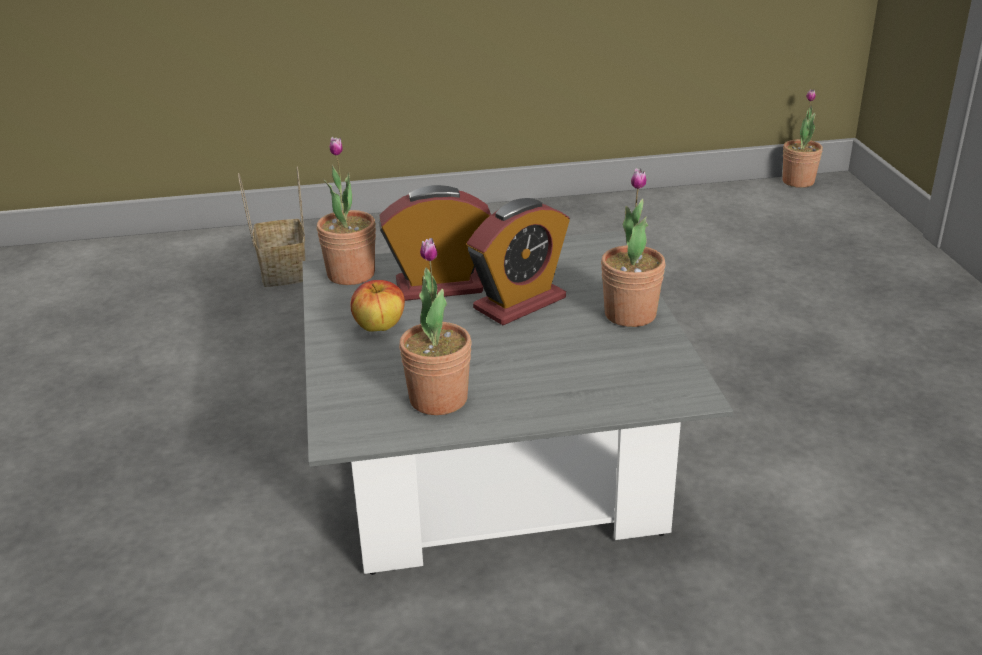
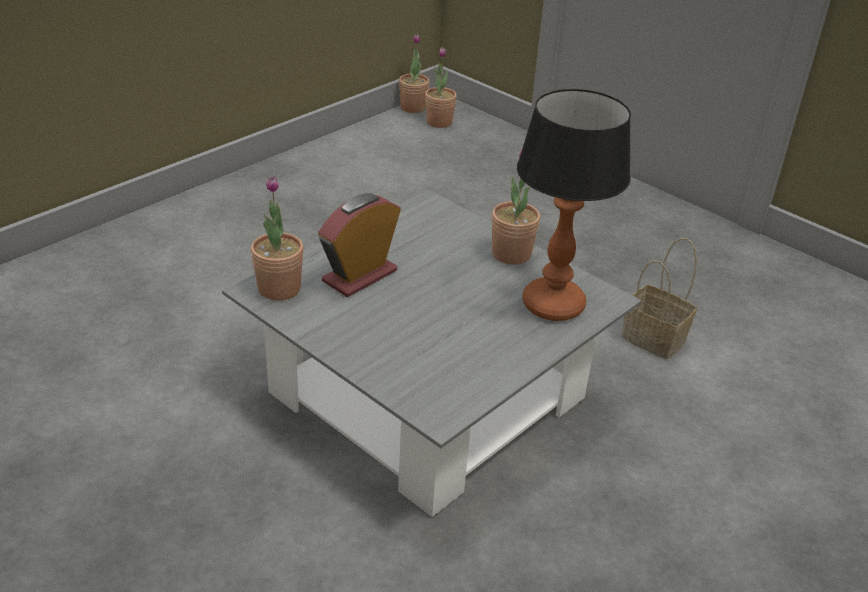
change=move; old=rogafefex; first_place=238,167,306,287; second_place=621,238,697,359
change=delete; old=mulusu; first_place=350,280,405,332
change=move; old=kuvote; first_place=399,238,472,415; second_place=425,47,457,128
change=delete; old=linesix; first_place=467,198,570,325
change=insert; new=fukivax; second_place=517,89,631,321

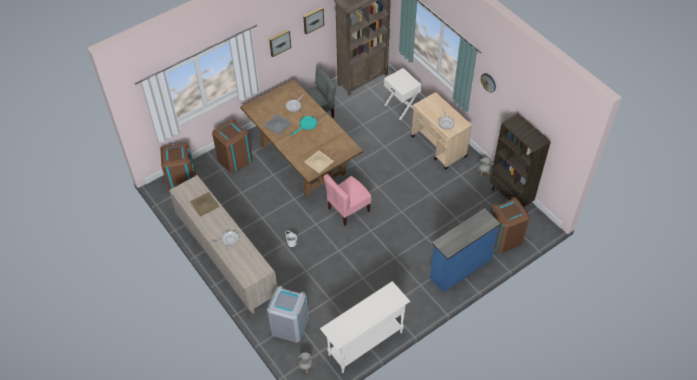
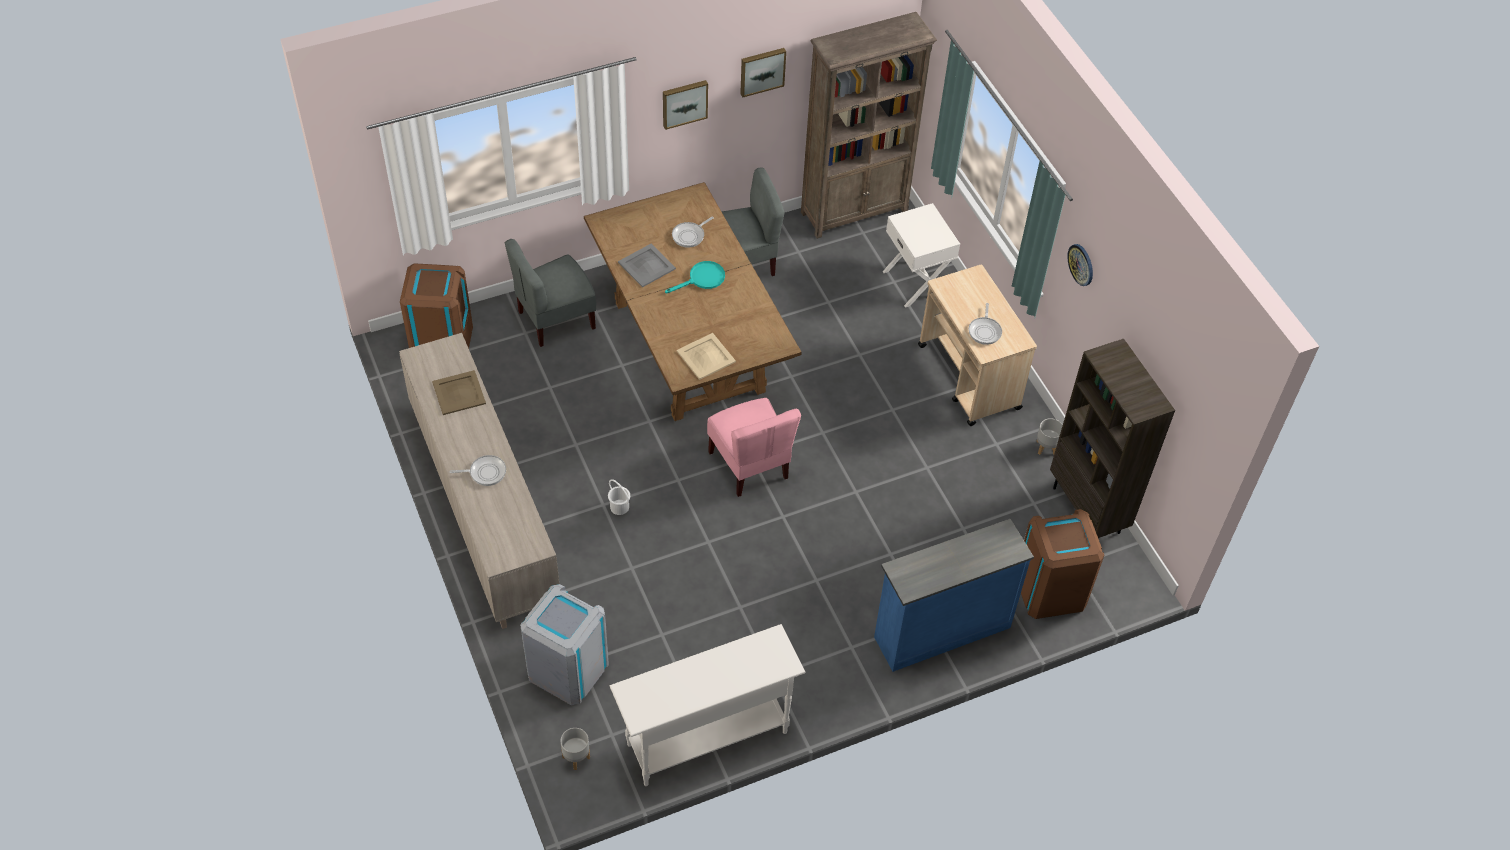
change=replace; old=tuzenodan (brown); new=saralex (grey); first_place=212,119,252,173; second_place=505,239,596,347
change=rotate; old=saralex (pink); first_place=323,174,371,226; second_place=707,398,801,497; degrees=-90

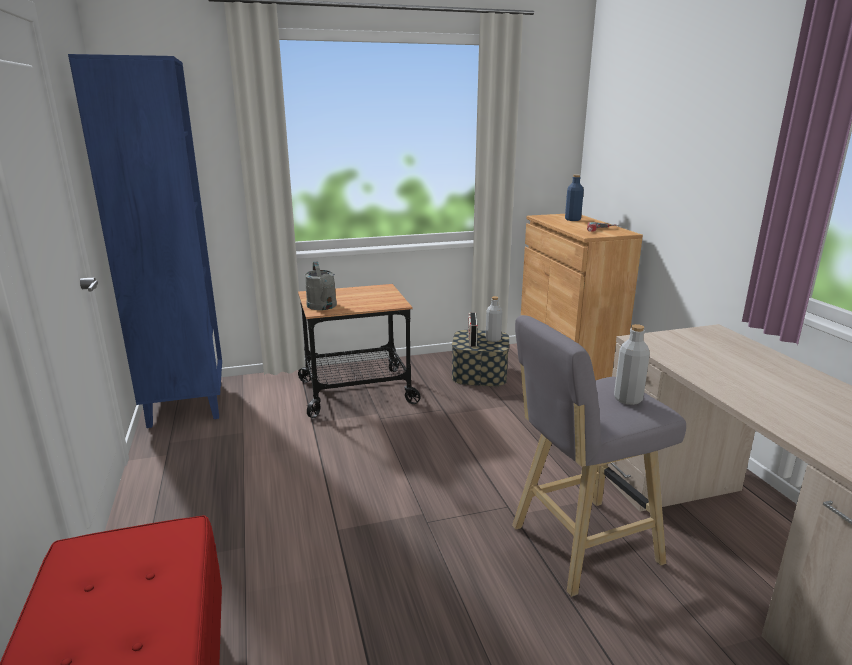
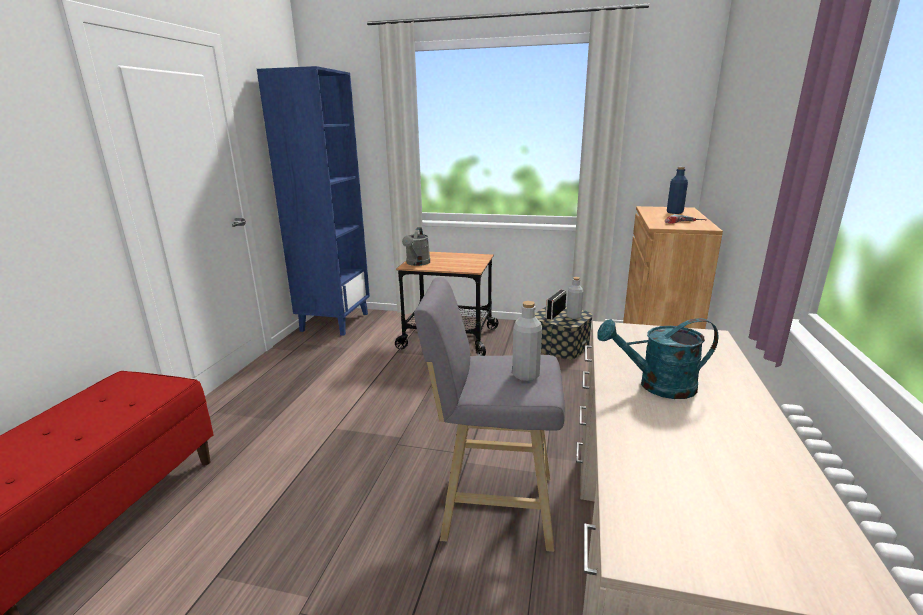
change=insert; new=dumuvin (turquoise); second_place=597,318,718,399

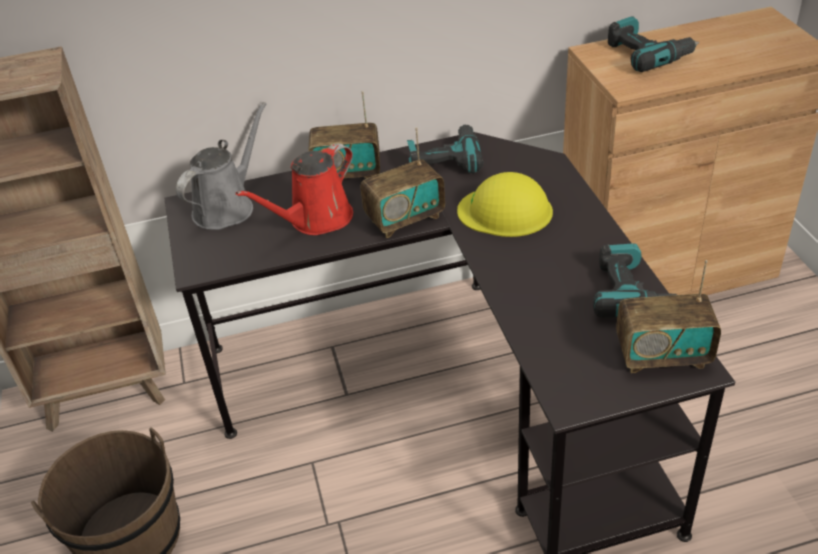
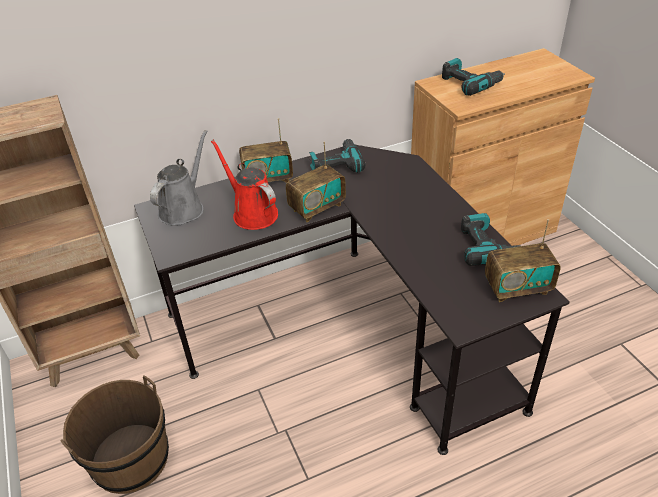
change=rotate; old=dumuvin (red); first_place=236,143,353,235; second_place=211,140,278,230; degrees=105
change=delete; old=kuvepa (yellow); first_place=457,172,553,237

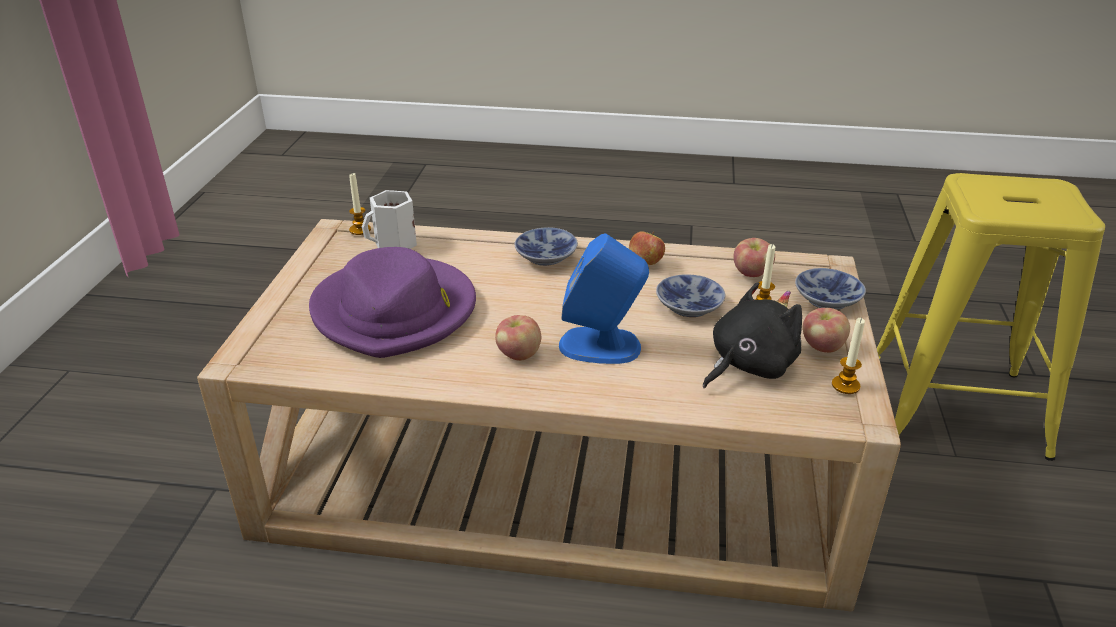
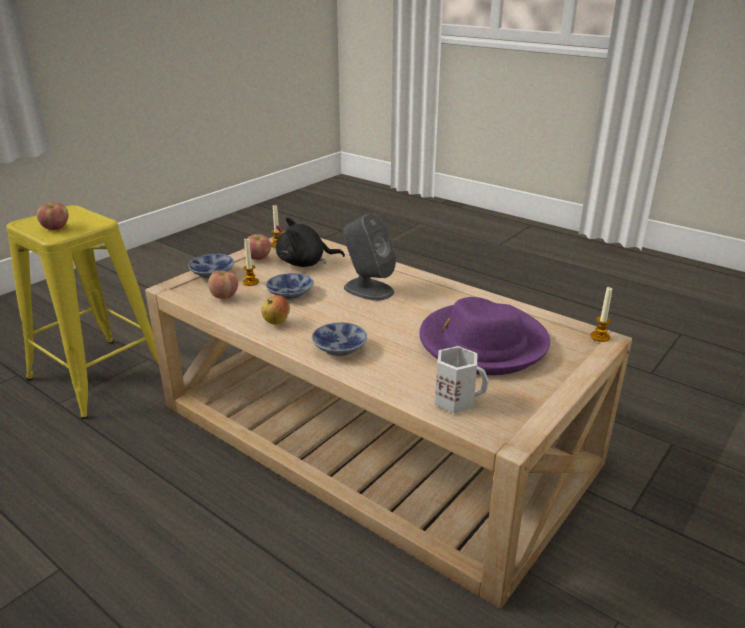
change=move; old=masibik; first_place=349,173,371,235; second_place=590,287,612,342
change=move; old=mulusu; first_place=495,315,541,361; second_place=37,202,68,230
change=recolor; old=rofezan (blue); new=rofezan (grey); first_place=559,233,649,364; second_place=343,213,396,301

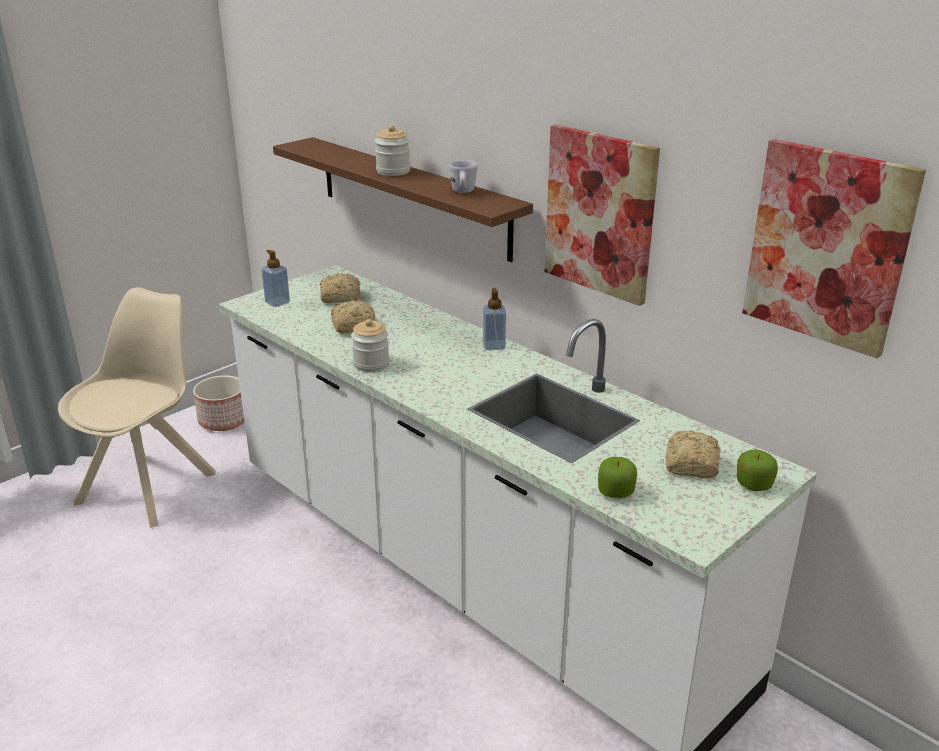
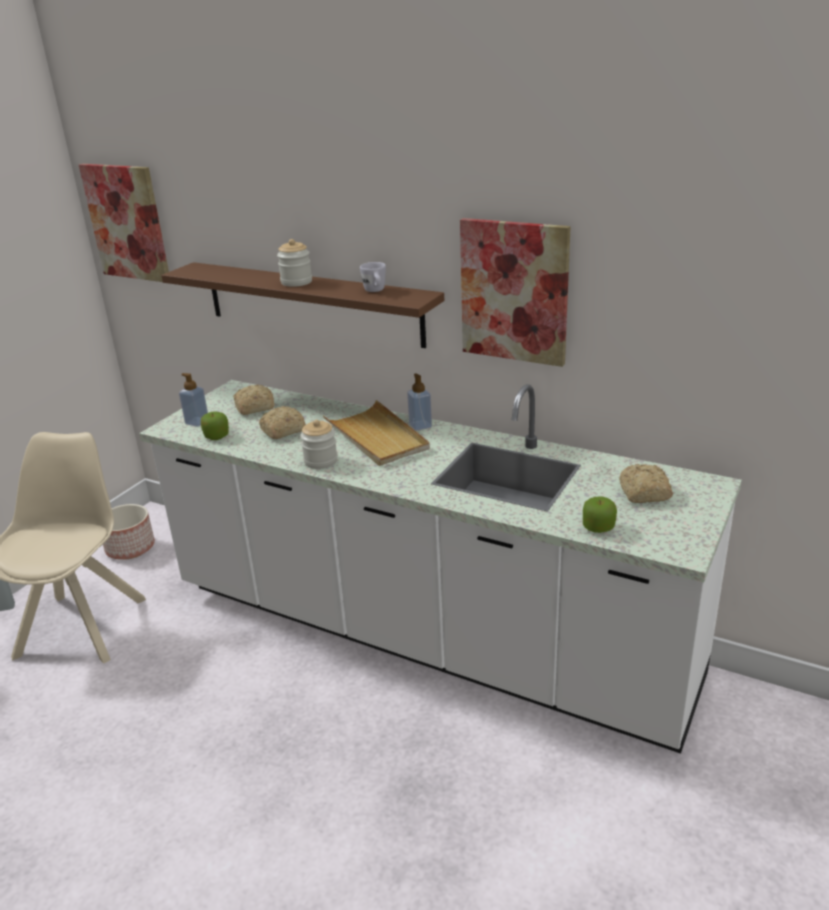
change=move; old=mulusu; first_place=737,449,778,491; second_place=201,412,229,440
change=move; old=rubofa; first_place=742,139,926,359; second_place=79,164,169,282
change=insert; new=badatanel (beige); second_place=323,400,430,466

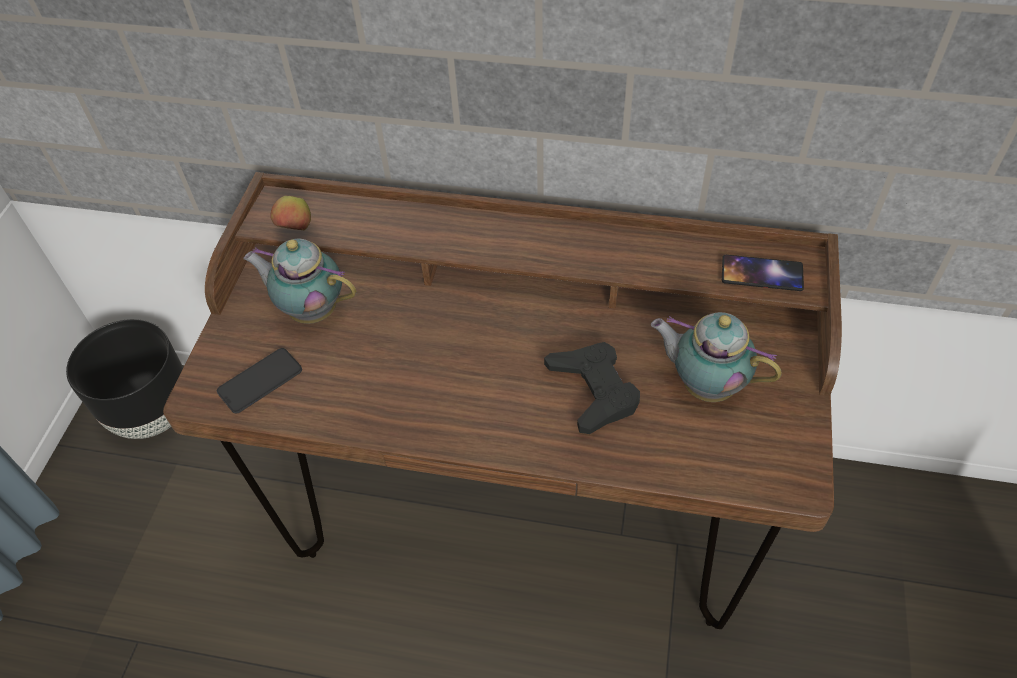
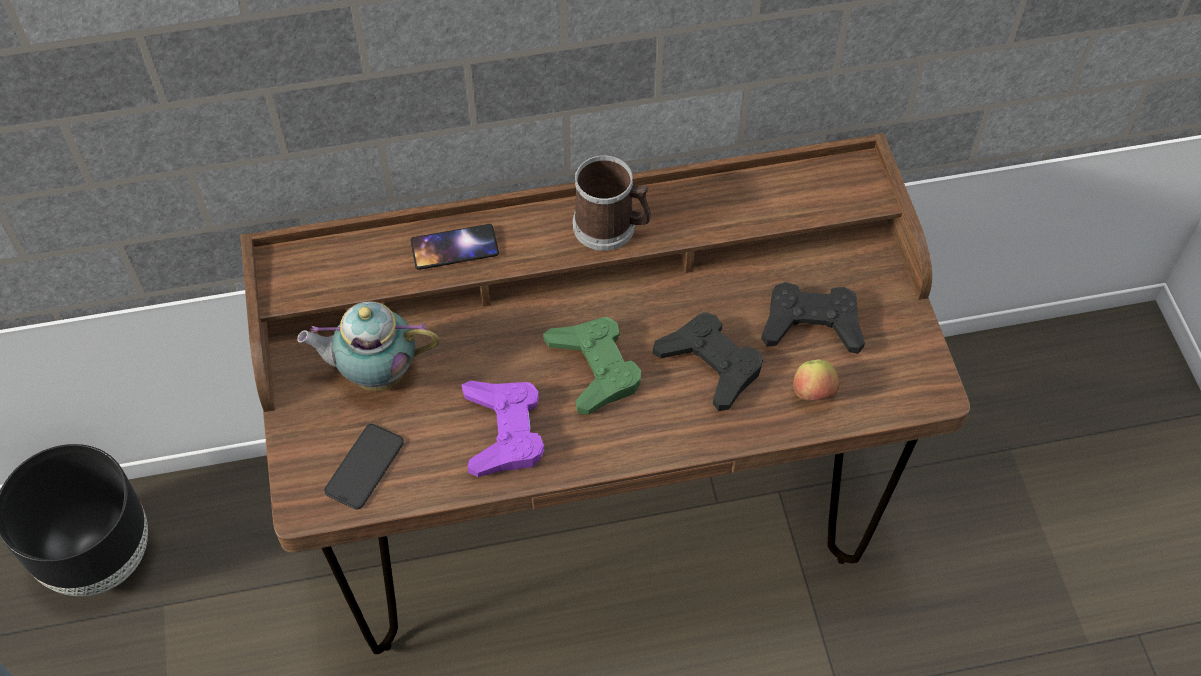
change=move; old=mulusu; first_place=270,196,311,230; second_place=793,359,840,400
change=replace; old=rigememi; new=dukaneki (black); first_place=651,312,782,402; second_place=761,282,865,354
change=move; old=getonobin; first_place=722,255,804,291; second_place=410,224,499,270
change=insert; new=dukaneki (purple); second_place=462,381,544,477
change=insert; new=dukaneki (green); second_place=543,317,641,415
change=insert; new=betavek; second_place=573,155,651,251

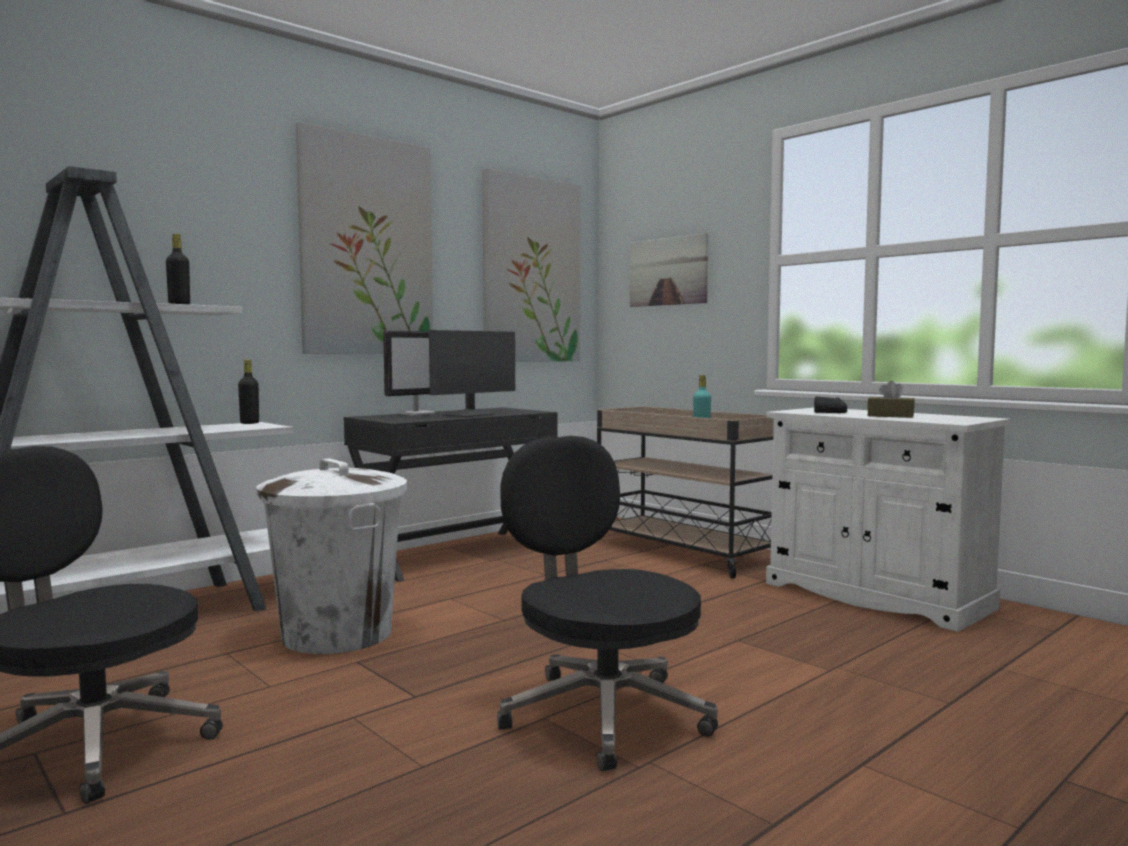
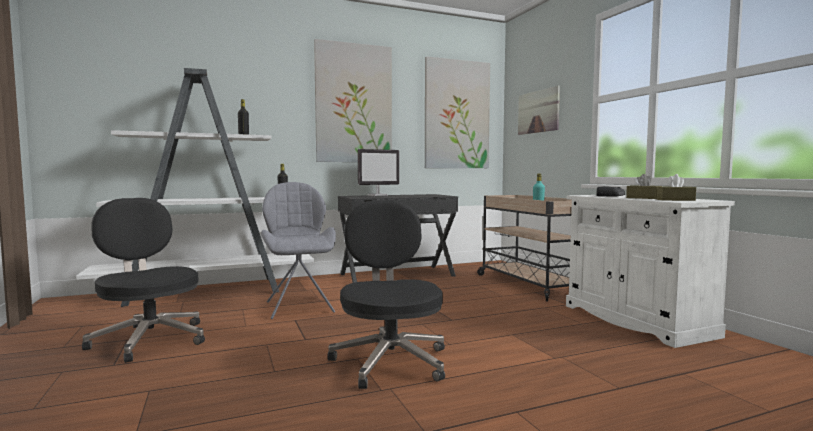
change=replace; old=tuzenodan (white); new=saralex (grey); first_place=256,459,407,654; second_place=261,182,336,319
change=delete; old=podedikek; first_place=429,330,515,417
change=insert; new=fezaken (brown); second_place=657,174,696,201

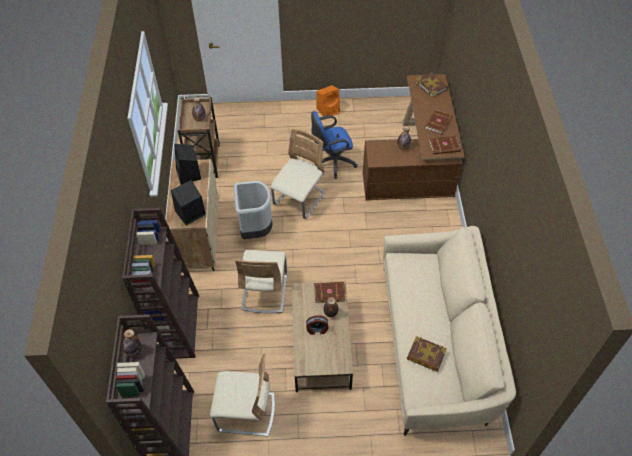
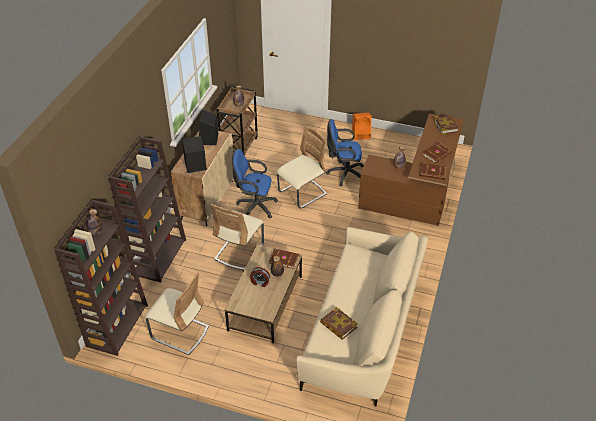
change=replace; old=tuzenodan (grey); new=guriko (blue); first_place=234,181,273,239; second_place=232,149,278,219

